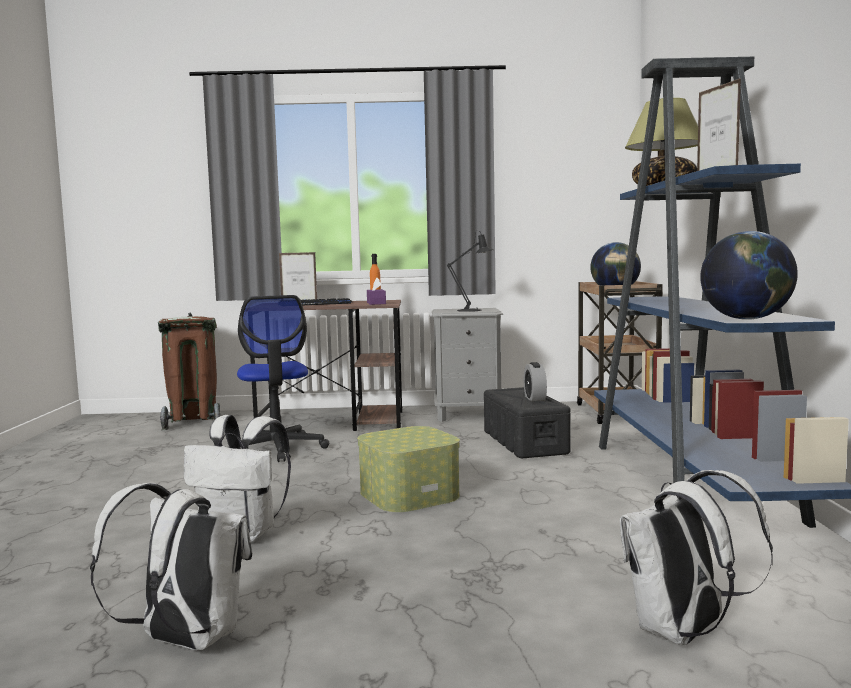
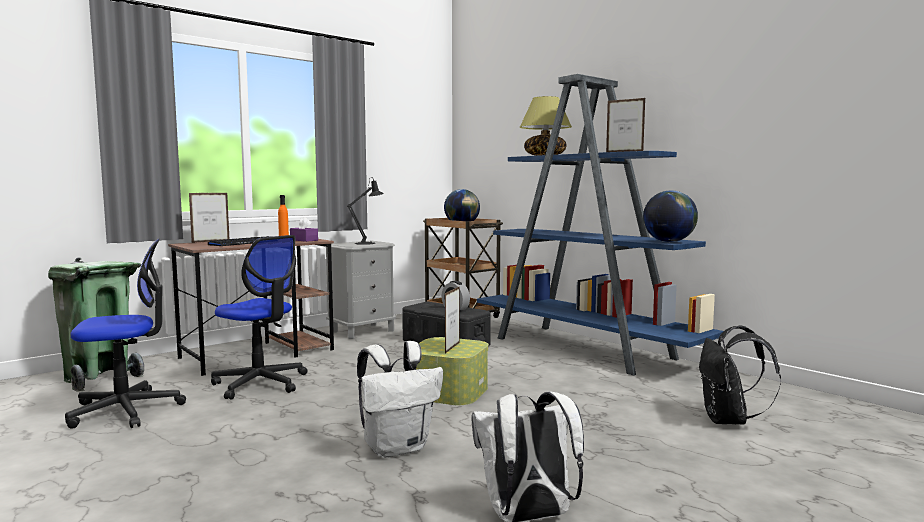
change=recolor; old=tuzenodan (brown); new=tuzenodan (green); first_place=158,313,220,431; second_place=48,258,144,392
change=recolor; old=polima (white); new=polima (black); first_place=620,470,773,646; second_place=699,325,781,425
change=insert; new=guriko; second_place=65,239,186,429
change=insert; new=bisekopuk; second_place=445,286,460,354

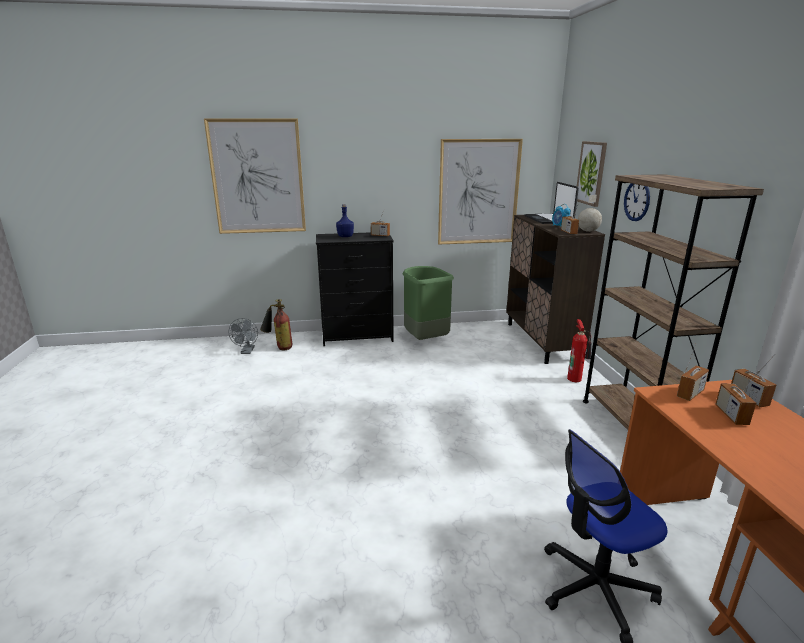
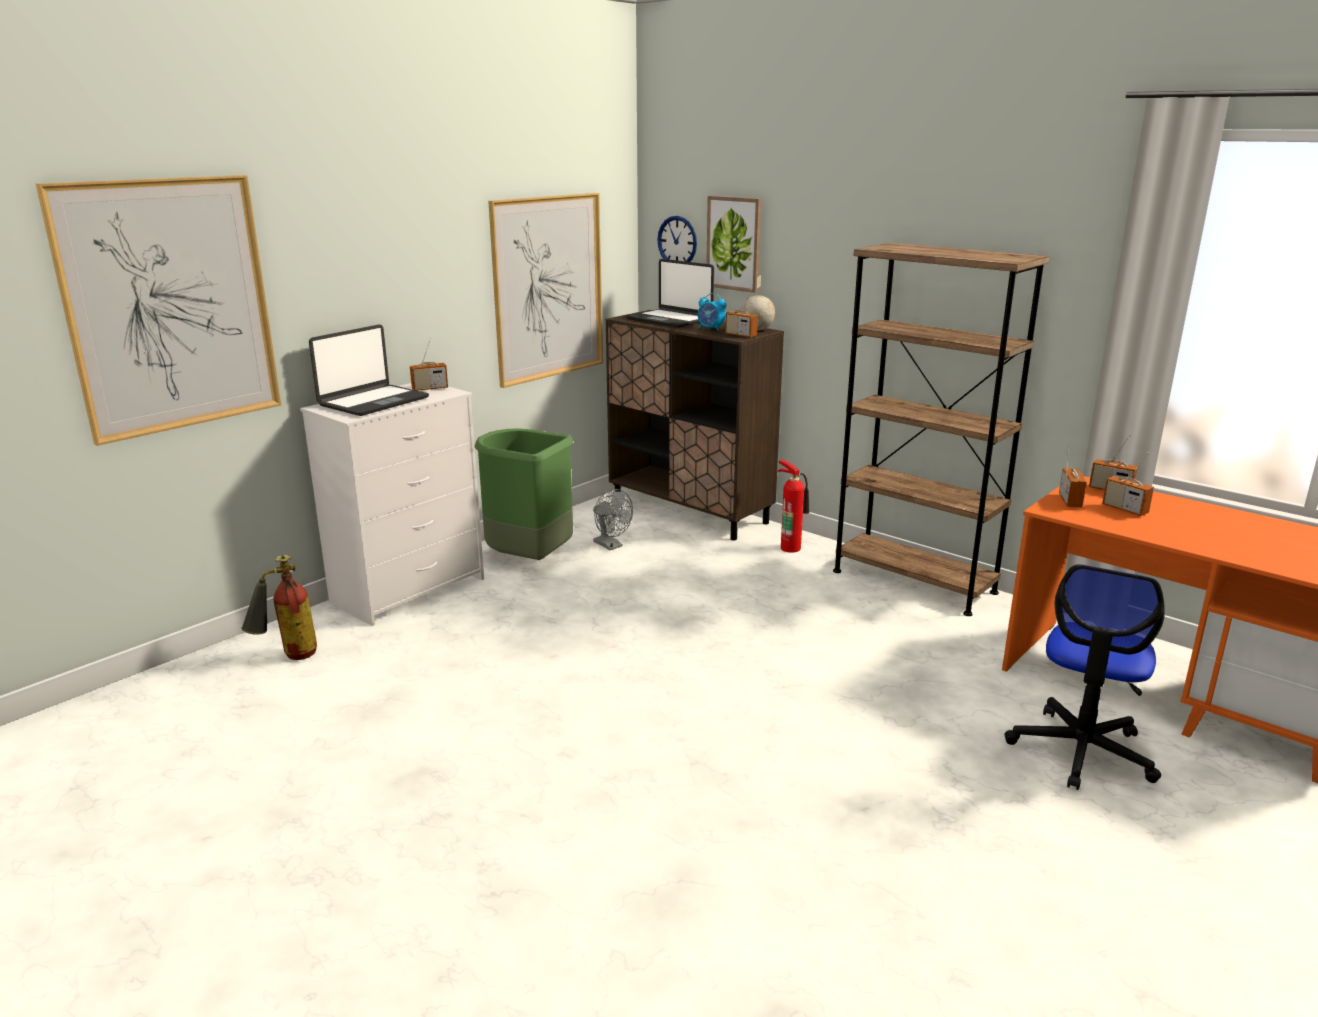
change=move; old=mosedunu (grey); first_place=228,318,258,354; second_place=593,489,633,550
change=recolor; old=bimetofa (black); new=bimetofa (white); first_place=316,232,394,346; second_place=301,383,484,626
change=replace; old=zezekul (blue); new=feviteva; first_place=336,204,354,237; second_place=309,324,429,416
change=move; old=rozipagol; first_place=624,183,650,221; second_place=657,216,697,262

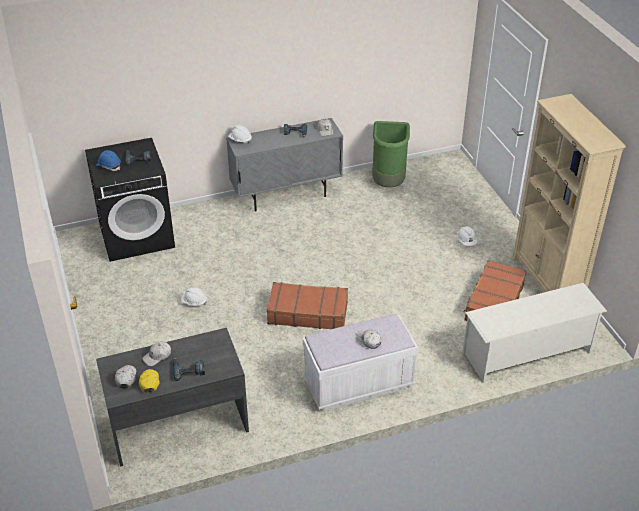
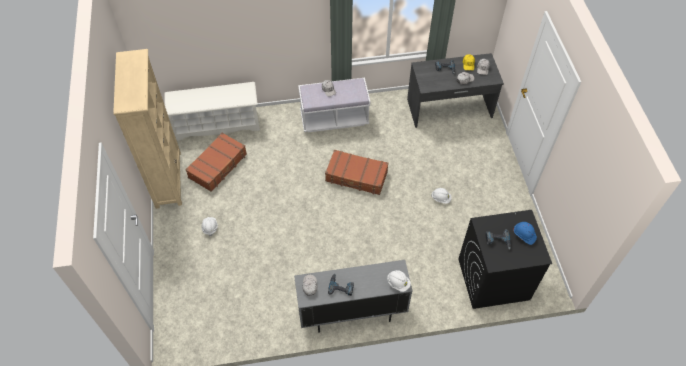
change=delete; old=tuzenodan (green); first_place=372,121,410,187

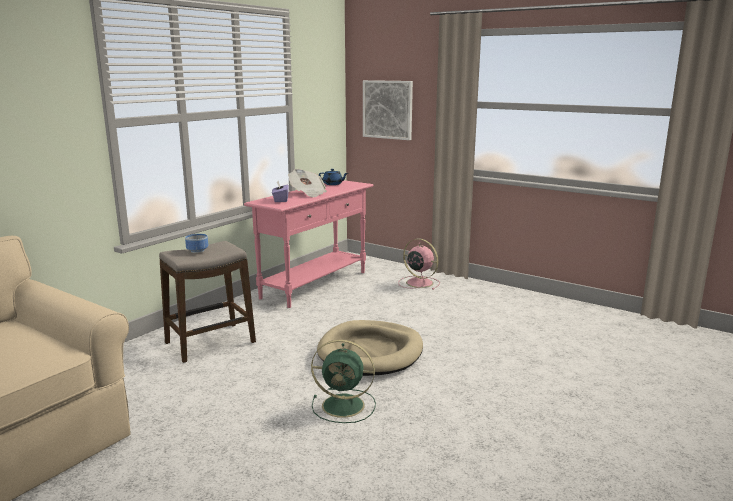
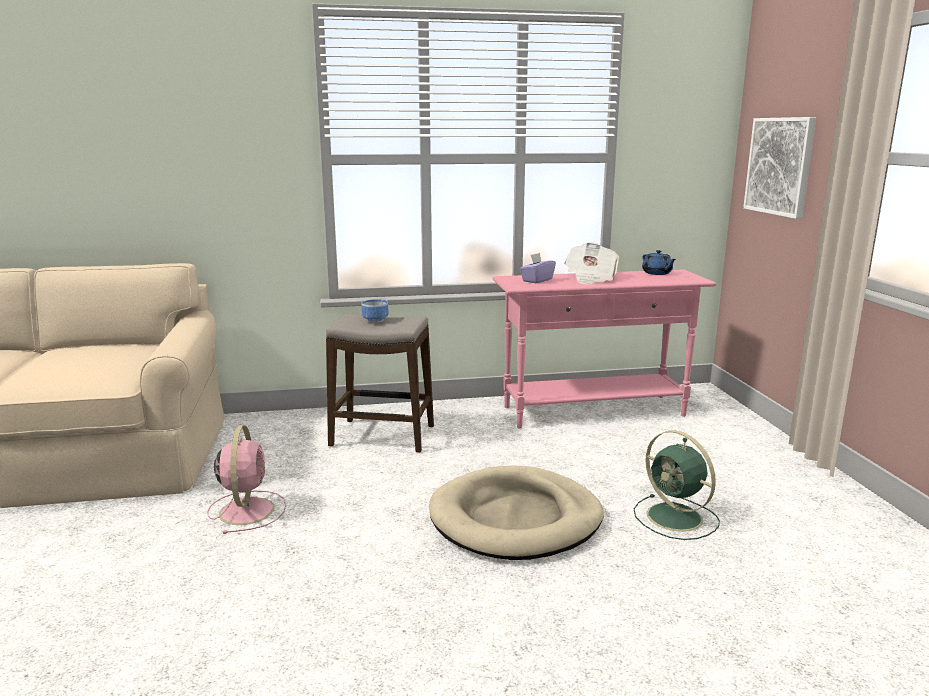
change=move; old=mosedunu (green); first_place=311,339,376,423; second_place=634,430,720,540
change=move; old=mosedunu (pink); first_place=398,239,440,290; second_place=207,425,286,534

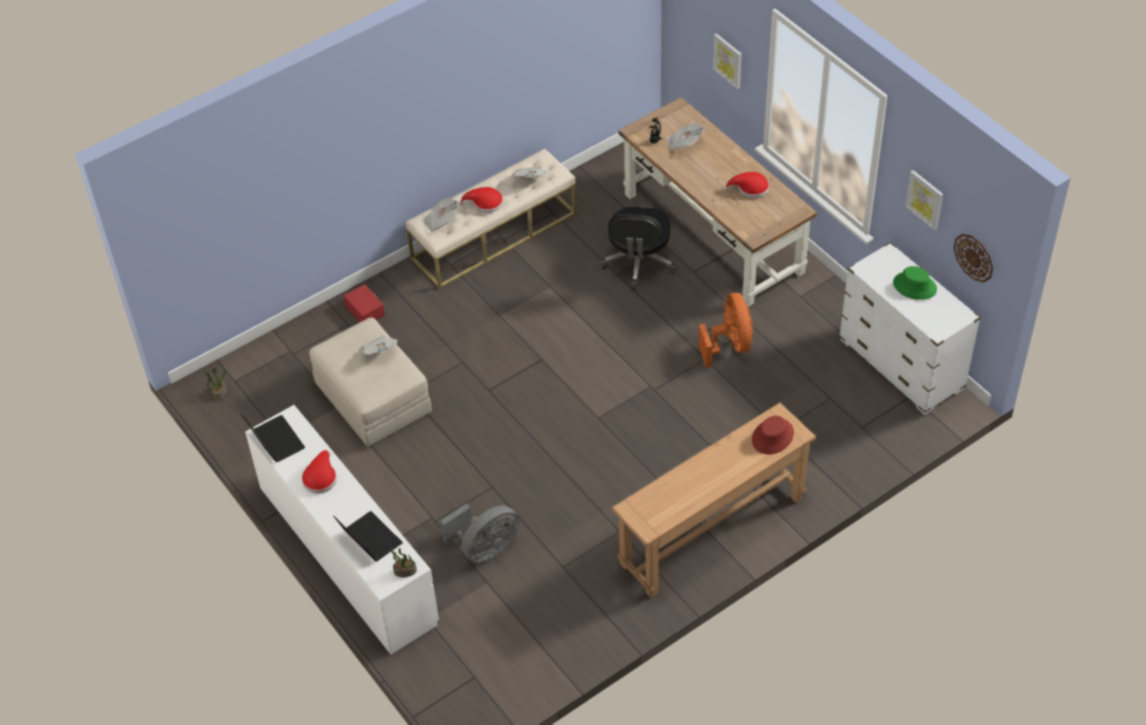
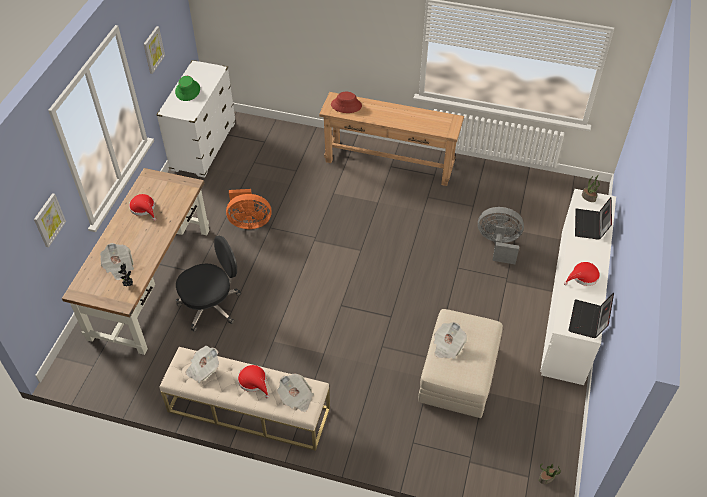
change=delete; old=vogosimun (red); first_place=344,284,385,322
change=rotate; old=mosedunu (orange); first_place=699,293,753,368; second_place=226,189,272,229; degrees=-135
change=delete; old=rozipagol; first_place=954,234,993,283

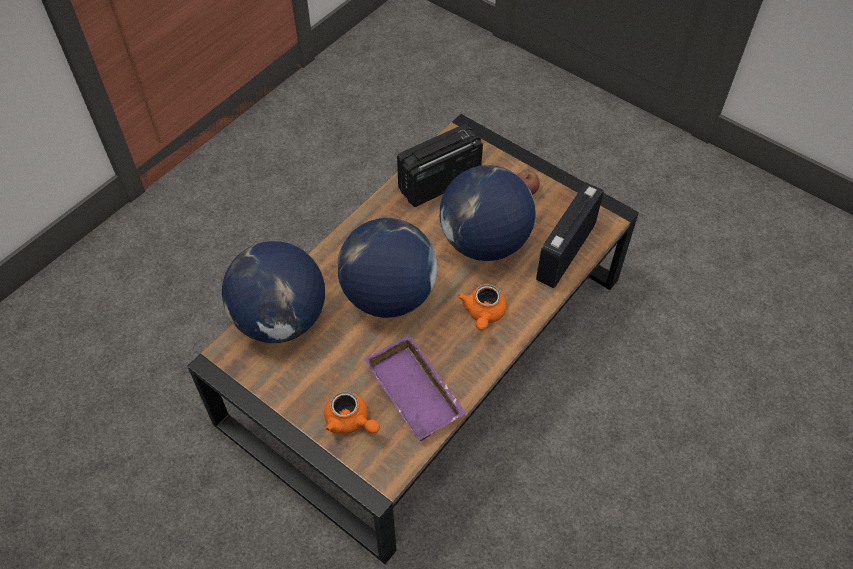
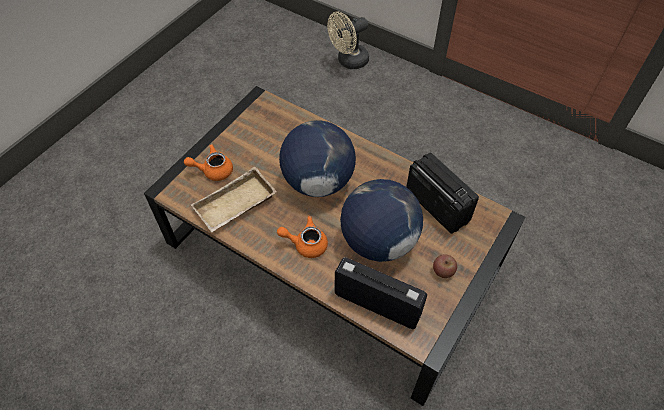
change=delete; old=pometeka; first_place=222,241,325,343
change=rotate; old=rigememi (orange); first_place=324,391,380,434; second_place=184,144,233,181; degrees=45
change=recolor; old=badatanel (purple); new=badatanel (beige); first_place=364,335,467,441; second_place=191,167,277,232
change=insert; new=mosedunu (beige); second_place=327,11,369,69

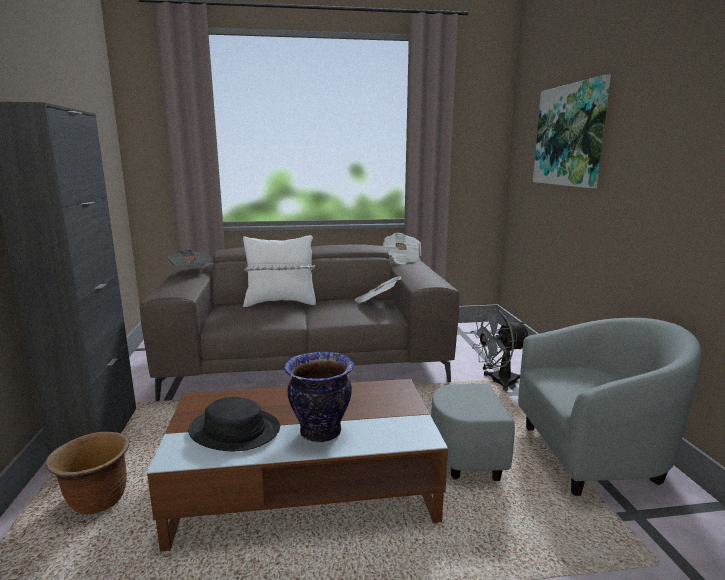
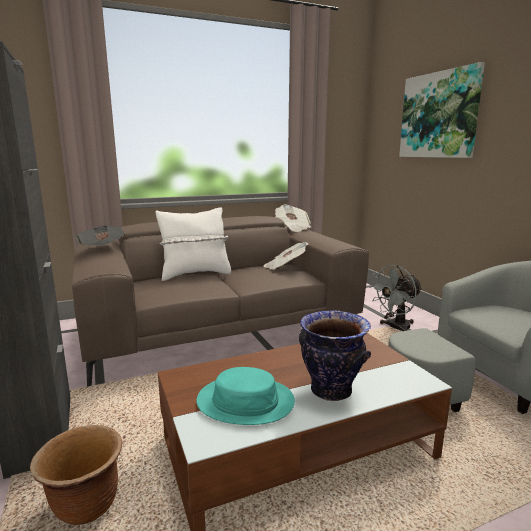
change=recolor; old=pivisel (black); new=pivisel (turquoise); first_place=188,397,280,451; second_place=196,367,295,425

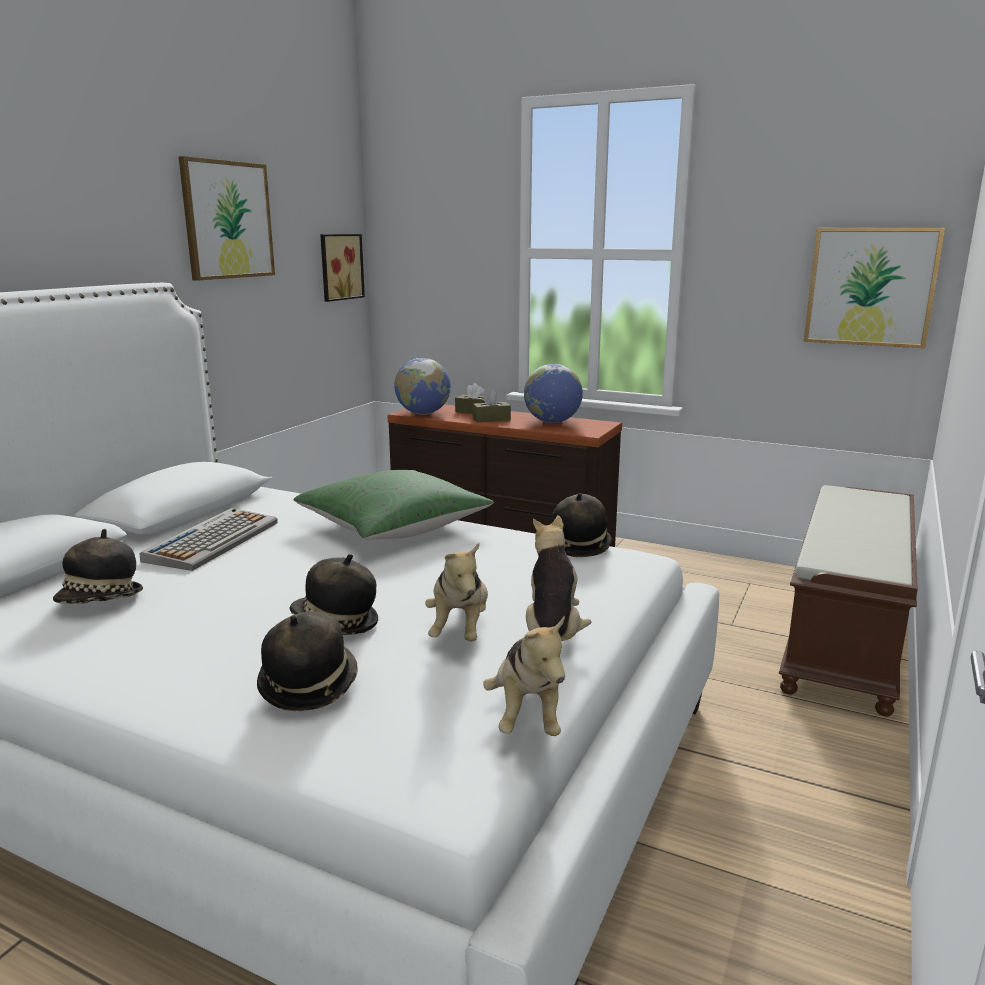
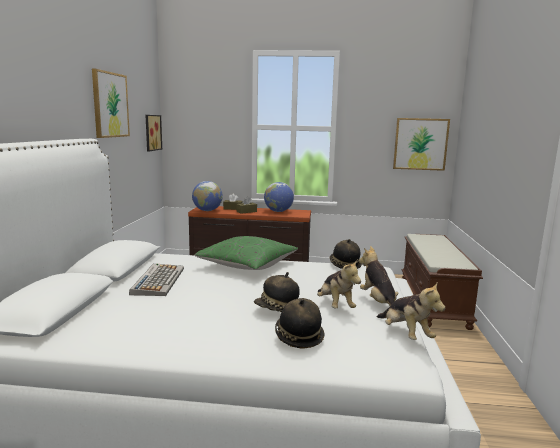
change=delete; old=pivisel; first_place=53,529,143,603

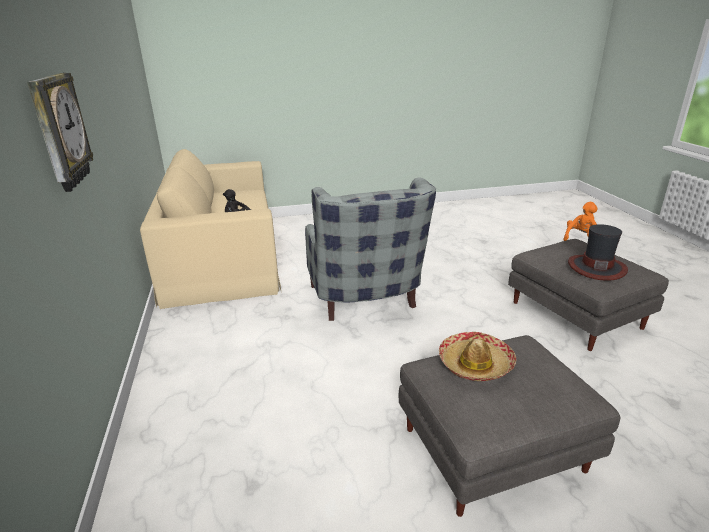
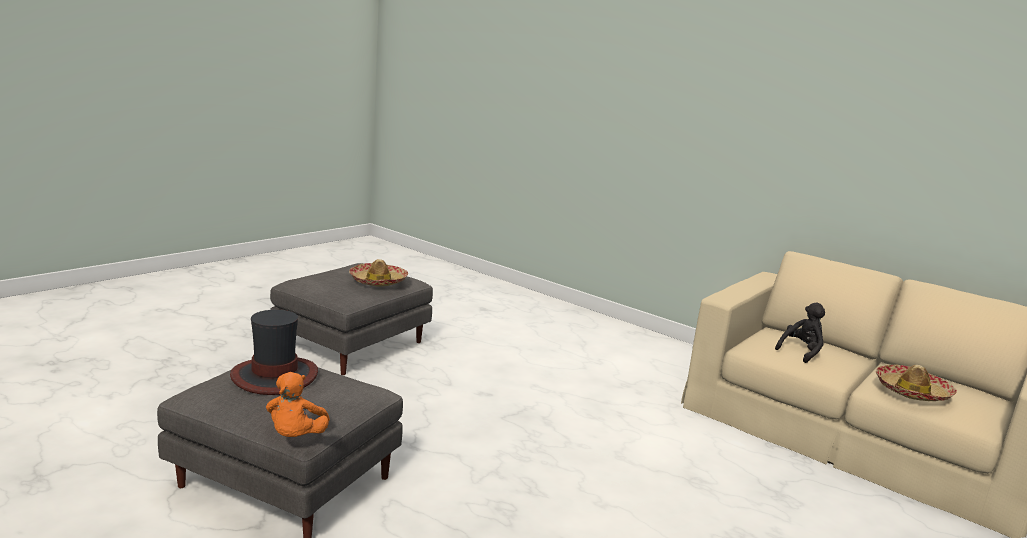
change=delete; old=rozipagol; first_place=27,73,93,192
change=delete; old=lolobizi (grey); first_place=305,178,436,321
change=insert; new=pivisel; second_place=876,364,957,401

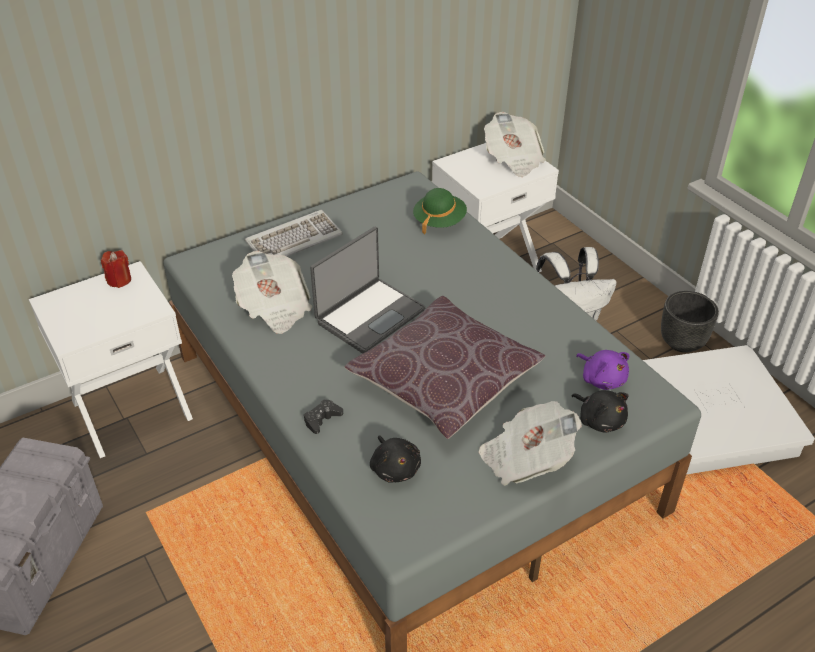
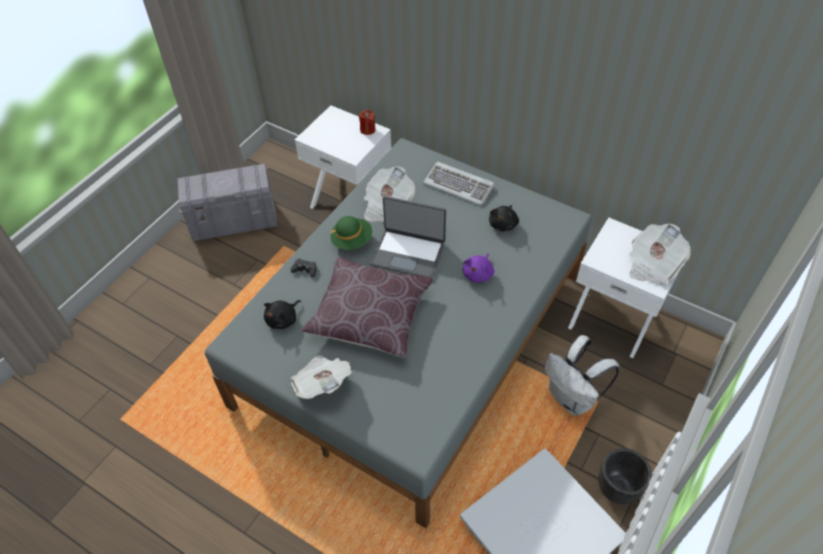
change=move; old=pivisel (green); first_place=413,188,467,234; second_place=330,216,372,250
change=move; old=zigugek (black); first_place=572,390,629,433; second_place=489,205,519,231
change=move; old=zigugek (purple); first_place=576,350,630,390; second_place=462,254,494,283

